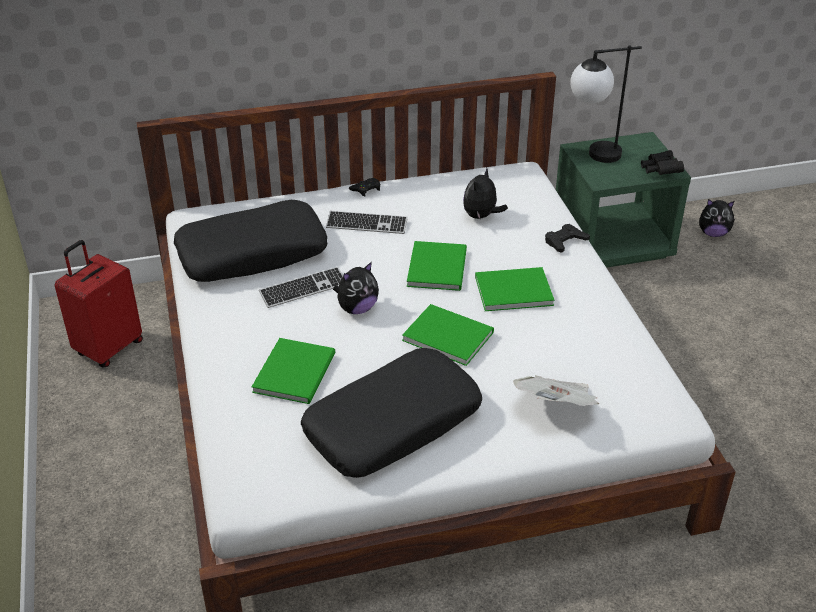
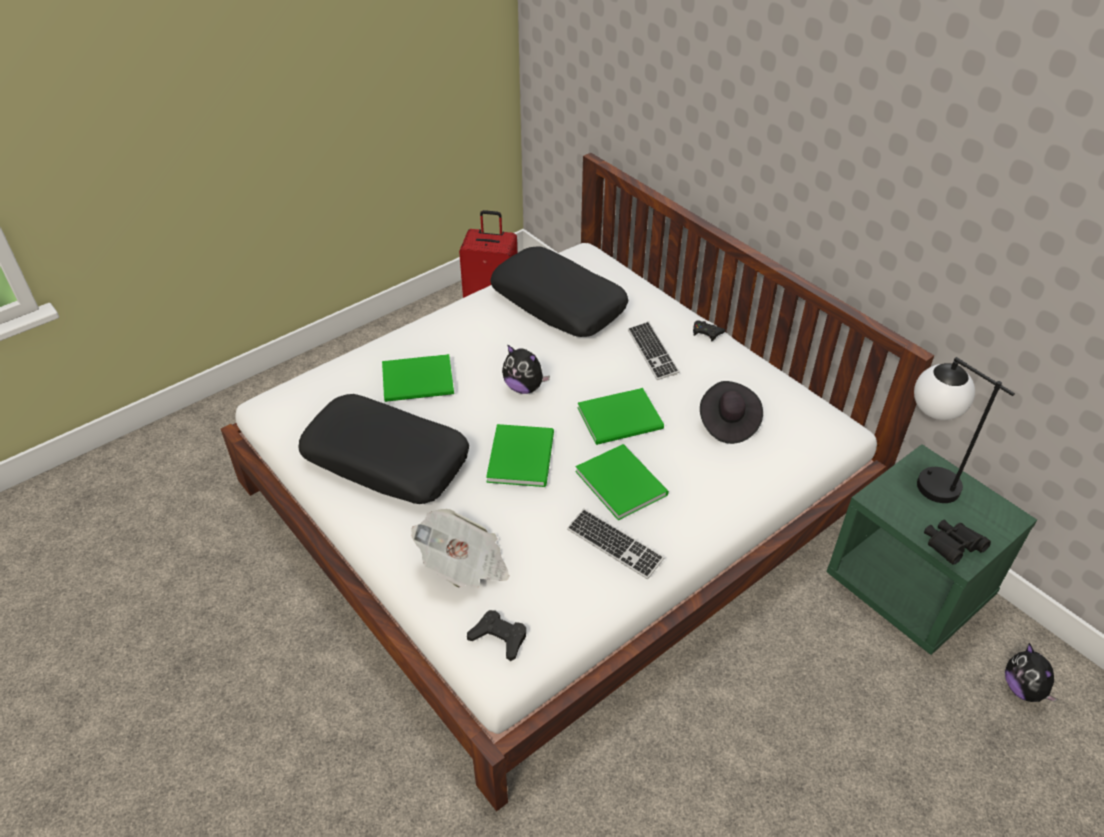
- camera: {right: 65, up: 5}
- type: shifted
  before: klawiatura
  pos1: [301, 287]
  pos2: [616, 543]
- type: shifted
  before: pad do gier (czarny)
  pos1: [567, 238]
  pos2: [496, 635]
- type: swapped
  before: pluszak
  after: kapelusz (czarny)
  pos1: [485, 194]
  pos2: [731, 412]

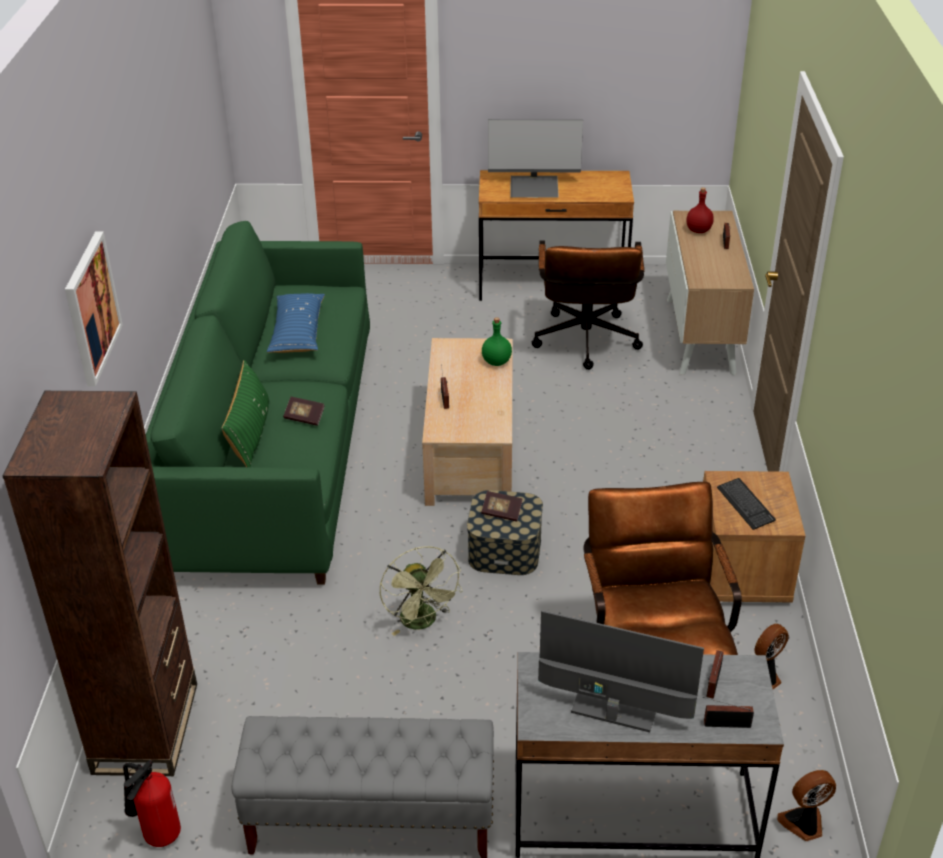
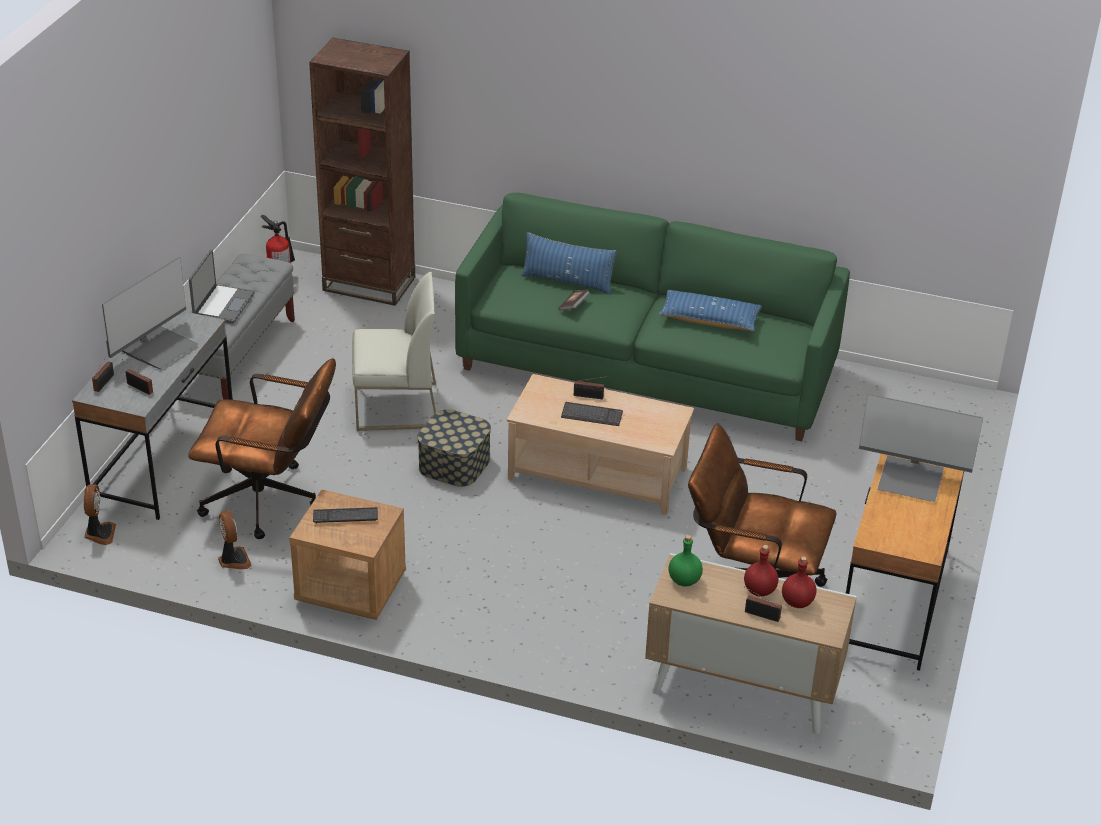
- camera: {right: 105, up: 0}
- type: gone
  before: obraz
  pos1: [94, 308]
- type: gone
  before: książka
  pos1: [502, 506]
- type: new
  after: laptop
  pos2: [222, 287]
- type: new
  after: klawiatura
  pos2: [592, 414]
- type: new
  after: butelka (czerwony)
  pos2: [761, 571]
- type: shifted
  before: butelka (zielony)
  pos1: [497, 341]
  pos2: [685, 561]
- type: swapped
  before: wentylator (zielony)
  after: krzesło (biały)
  pos1: [421, 591]
  pos2: [394, 351]
- type: repainted
  before: poduszka (zielony)
  after: poduszka (niebieski)
  pos1: [245, 413]
  pos2: [569, 263]
- type: rotated
  before: monitor
  pos1: [535, 158]
  pos2: [921, 448]
  turn: -90

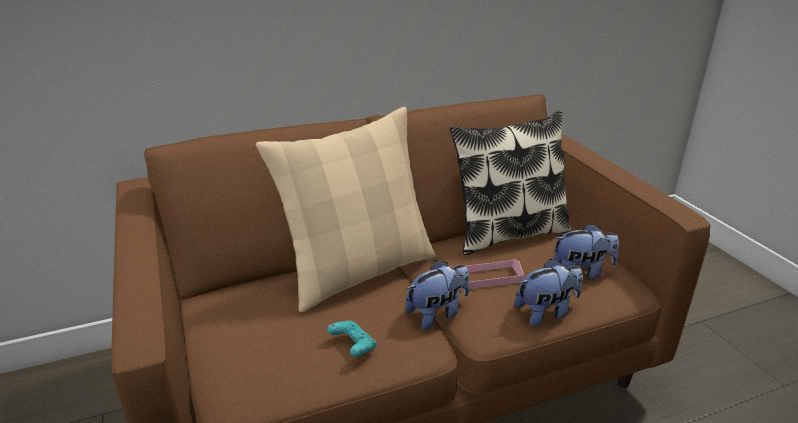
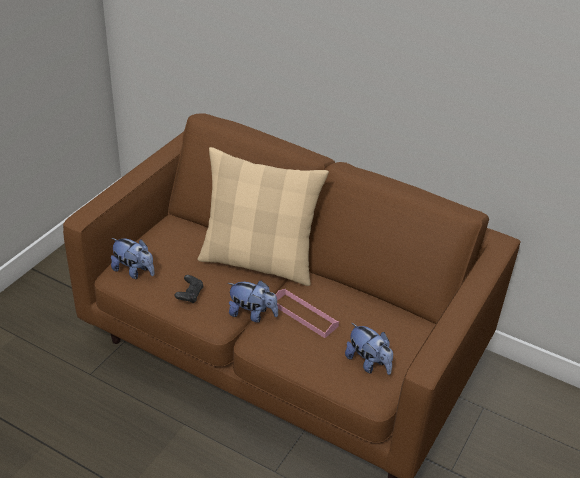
- camera: {right: 50, up: 10}
- type: gone
  before: poduszka
  pos1: [511, 182]
- type: shifted
  before: pluszak
  pos1: [548, 292]
  pos2: [132, 258]
- type: repainted
  before: pad do gier (turkusowy)
  after: pad do gier (czarny)
  pos1: [352, 338]
  pos2: [189, 289]

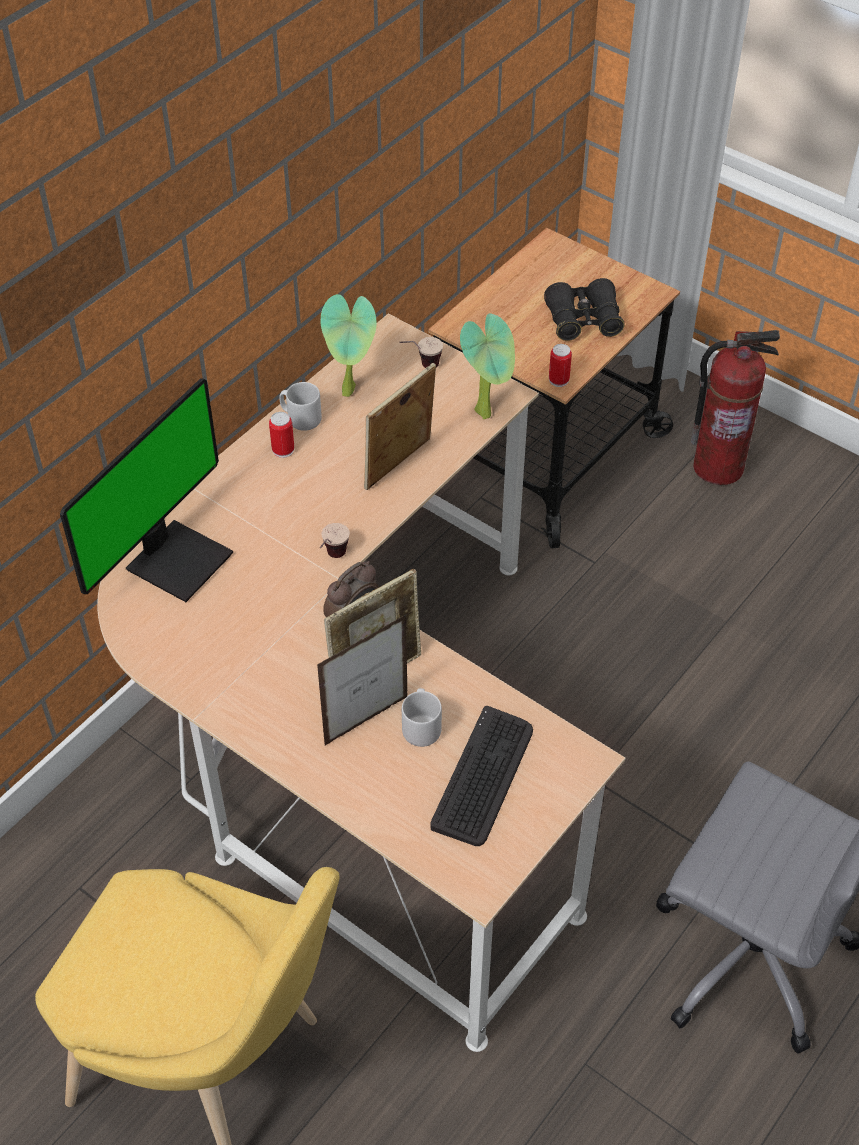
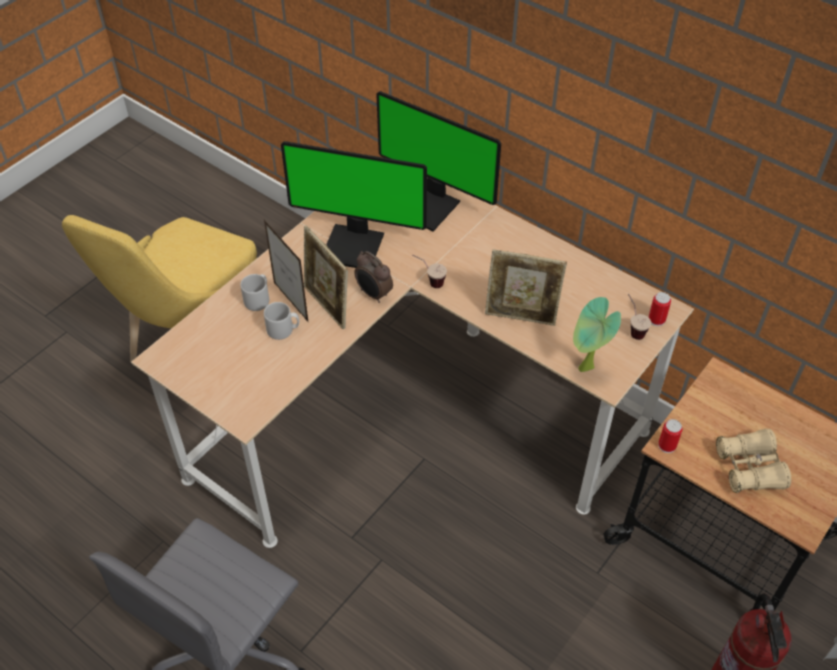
- camera: {right: 90, up: 0}
- type: gone
  before: roślina doniczkowa
  pos1: [348, 345]
- type: gone
  before: klawiatura
  pos1: [481, 776]
- type: new
  after: monitor
  pos2: [354, 204]
- type: shifted
  before: puszka
  pos1: [281, 435]
  pos2: [660, 309]
- type: shifted
  before: kubek (szary)
  pos1: [301, 406]
  pos2: [254, 292]
- type: repainted
  before: lornetka (czarny)
  after: lornetka (beżowy)
  pos1: [584, 309]
  pos2: [753, 461]
- type: rotated
  before: ramka na zdjęcie
  pos1: [400, 426]
  pos2: [526, 287]
  turn: 150

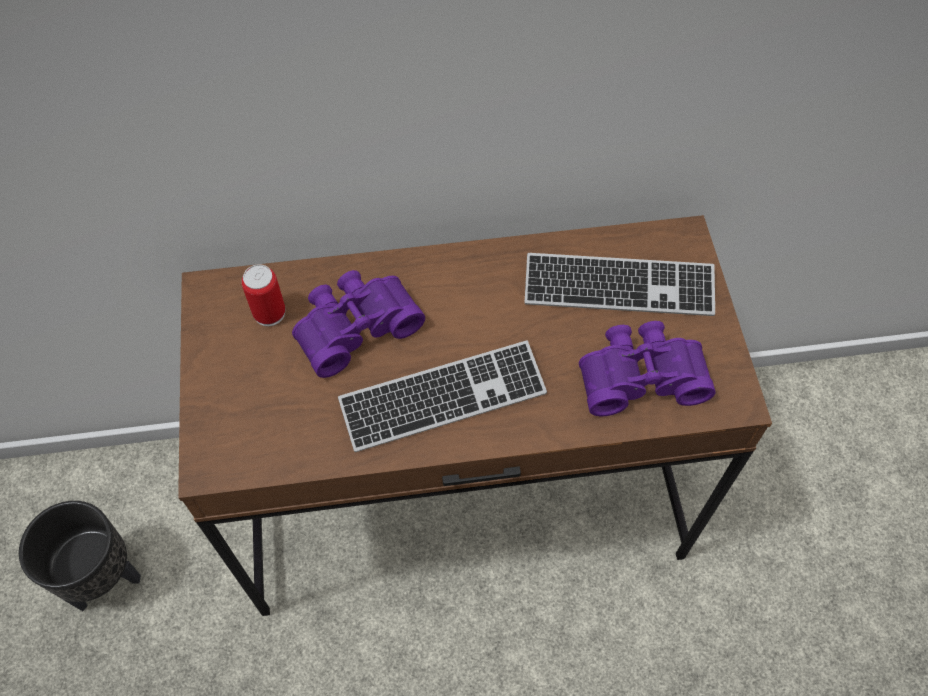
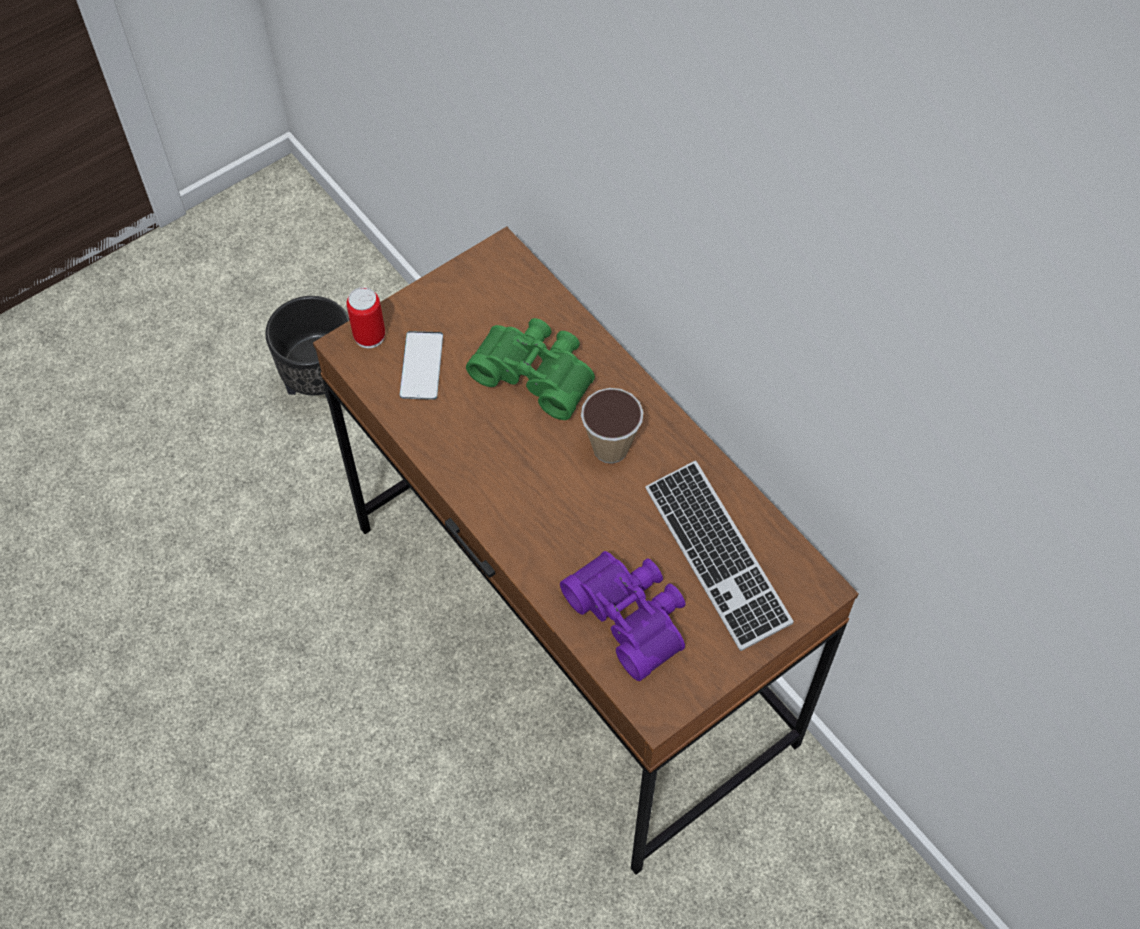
- camera: {right: 60, up: 0}
- type: gone
  before: klawiatura
  pos1: [442, 396]
- type: new
  after: telefon
  pos2: [421, 365]
- type: new
  after: filiżanka
  pos2: [612, 426]
- type: shifted
  before: puszka
  pos1: [263, 295]
  pos2: [365, 317]
- type: repainted
  before: lornetka (fioletowy)
  after: lornetka (zielony)
  pos1: [358, 324]
  pos2: [530, 369]

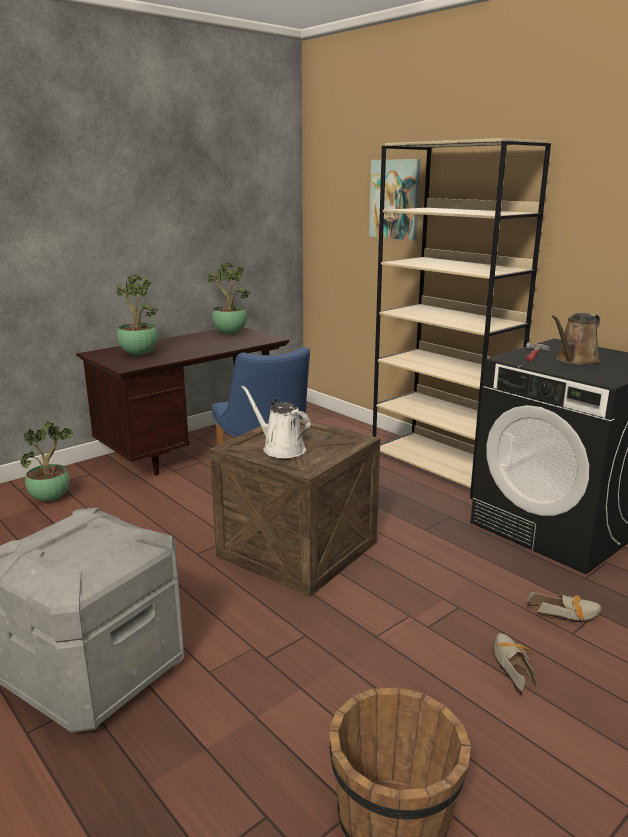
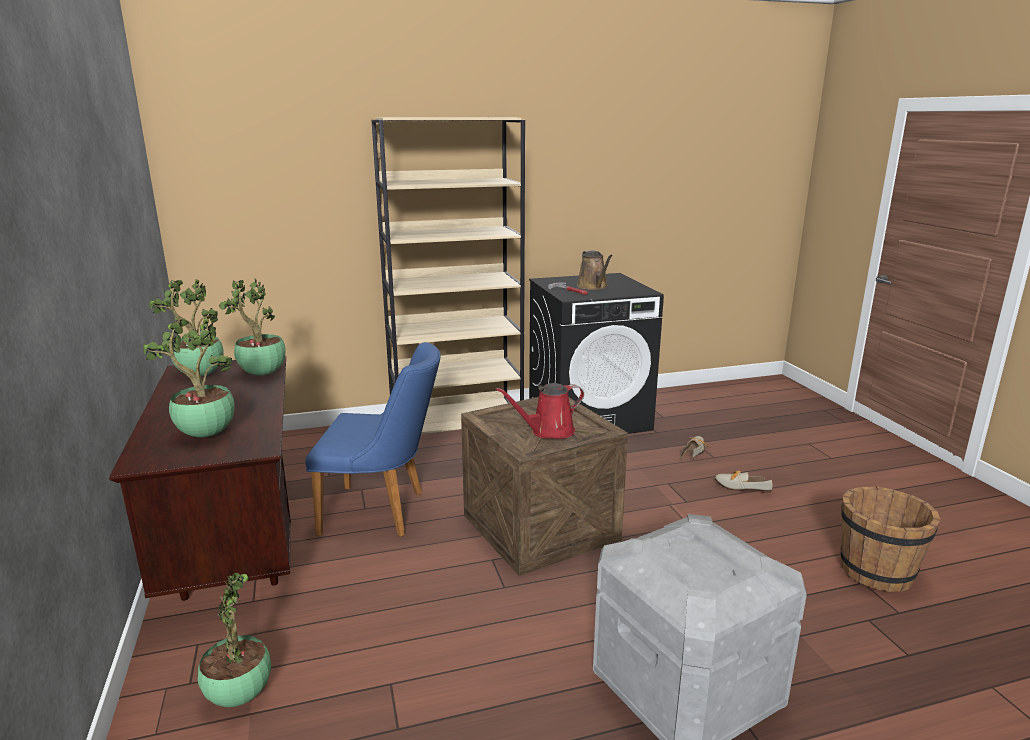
- camera: {right: -65, up: 0}
- type: gone
  before: obraz
  pos1: [395, 200]
- type: new
  after: roślina doniczkowa
  pos2: [252, 326]
- type: repainted
  before: konewka (biały)
  after: konewka (czerwony)
  pos1: [275, 421]
  pos2: [539, 411]

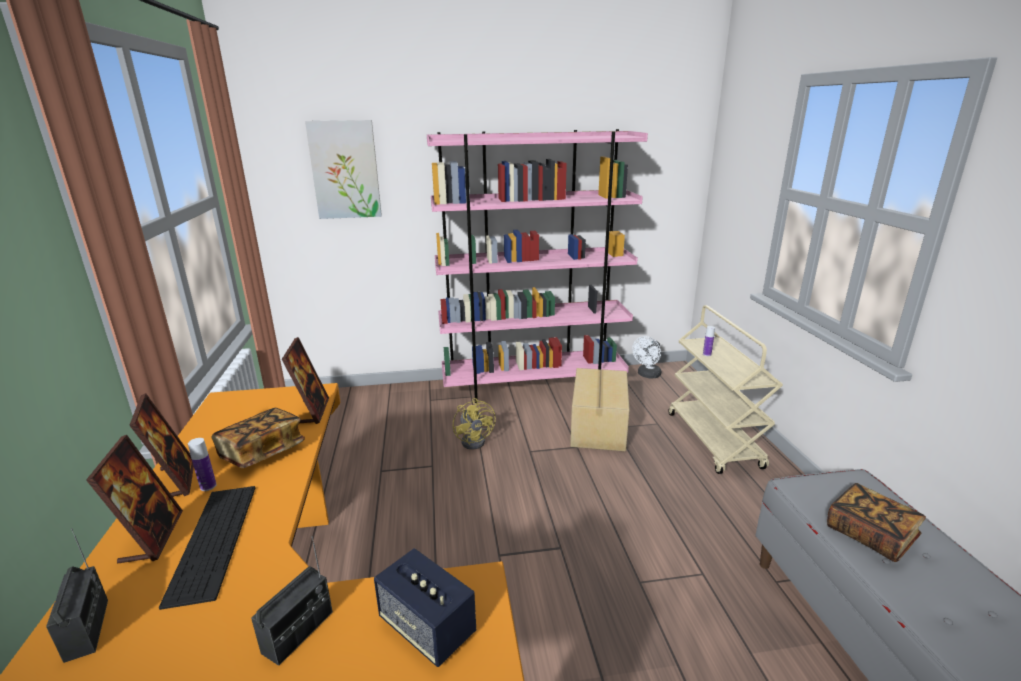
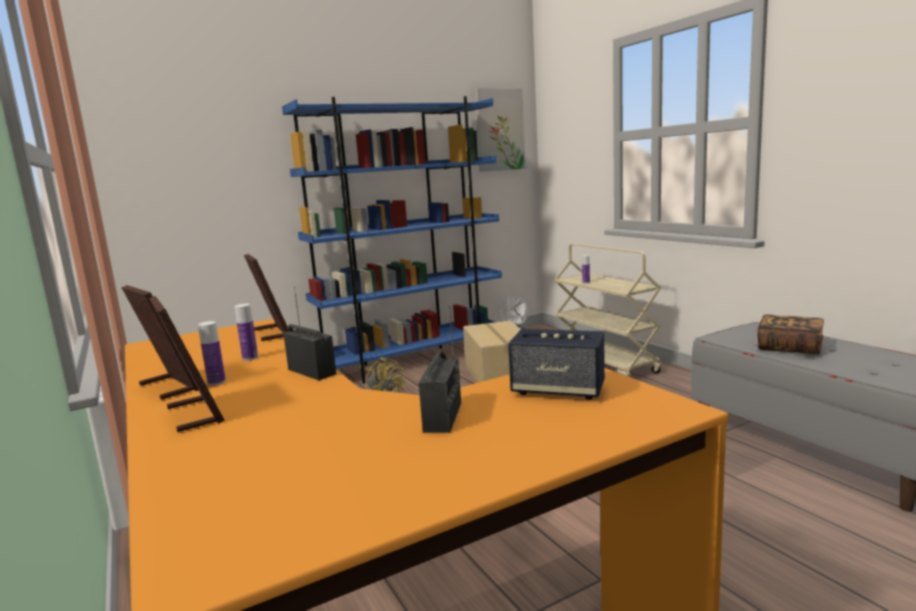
- camera: {right: -20, up: -10}
- type: gone
  before: klawiatura
  pos1: [207, 548]
- type: shifted
  before: radio
  pos1: [77, 595]
  pos2: [309, 333]
- type: shifted
  before: obraz
  pos1: [343, 169]
  pos2: [500, 130]
- type: swapped
  before: książka
  after: butelka
  pos1: [258, 438]
  pos2: [246, 332]
- type: repainted
  before: regał (różowy)
  after: regał (niebieski)
  pos1: [537, 266]
  pos2: [392, 240]

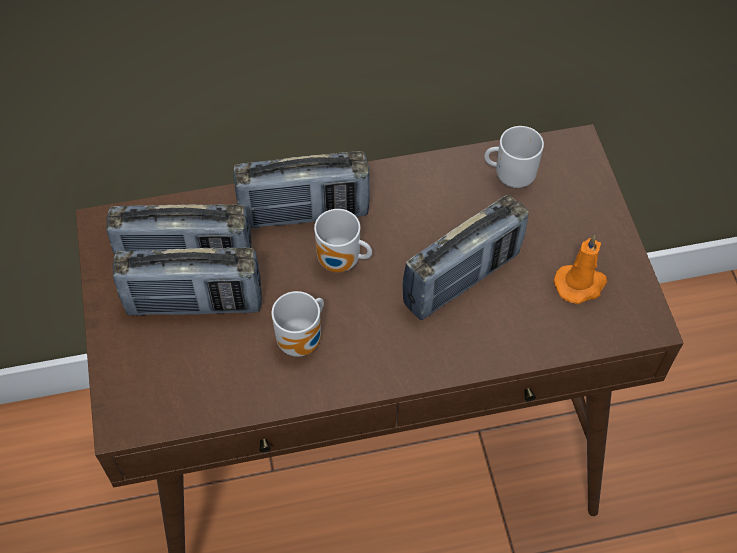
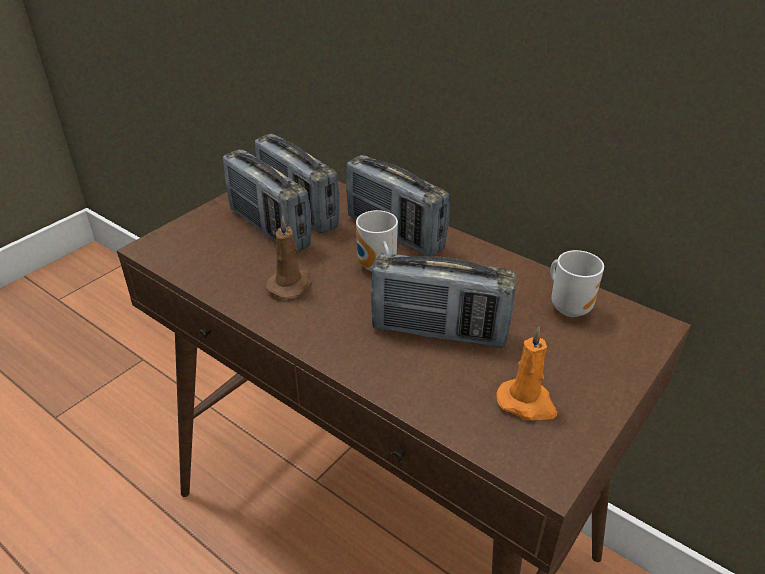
- camera: {right: 50, up: -20}
- type: swapped
  before: kubek
  after: świeca (brązowy)
  pos1: [298, 324]
  pos2: [289, 258]

